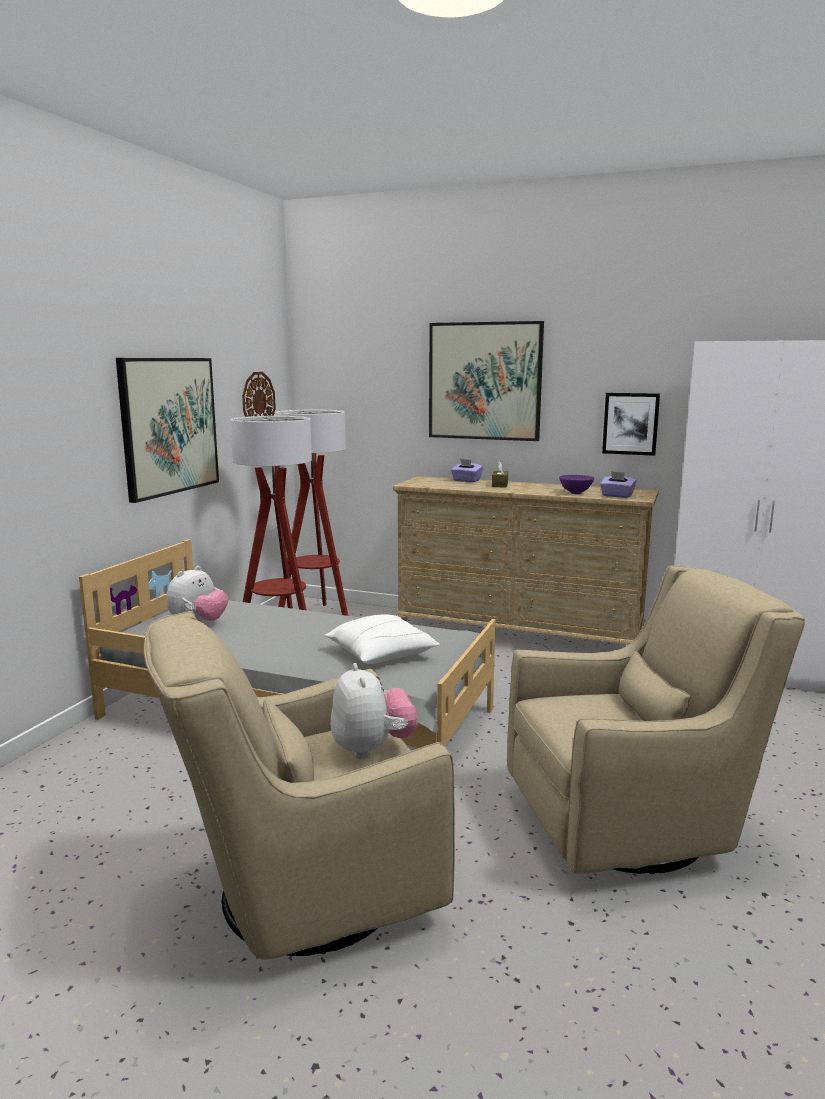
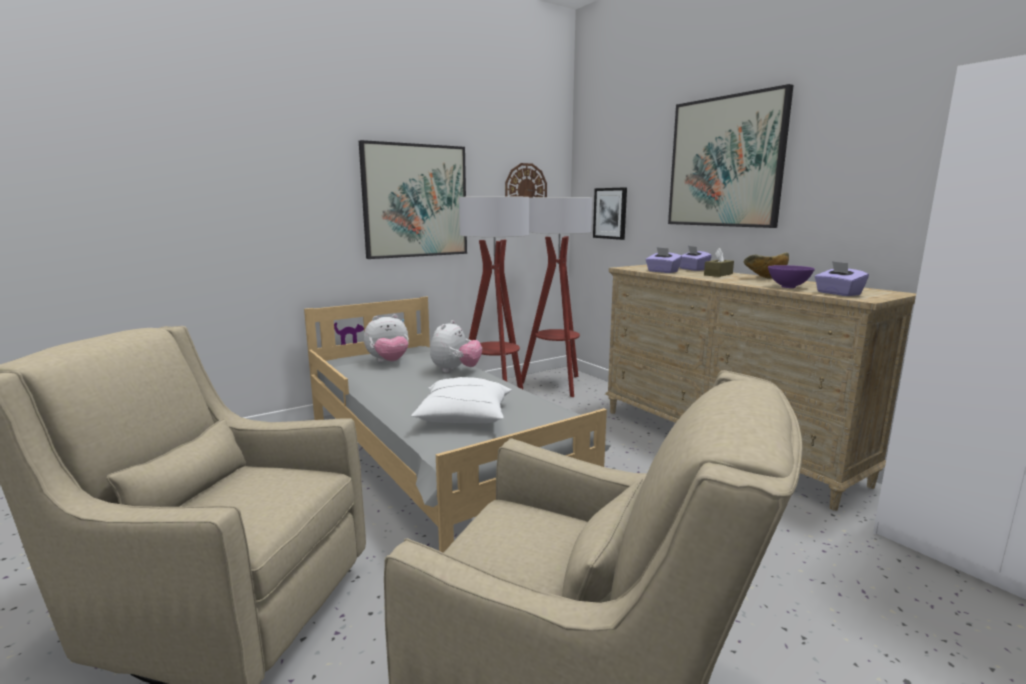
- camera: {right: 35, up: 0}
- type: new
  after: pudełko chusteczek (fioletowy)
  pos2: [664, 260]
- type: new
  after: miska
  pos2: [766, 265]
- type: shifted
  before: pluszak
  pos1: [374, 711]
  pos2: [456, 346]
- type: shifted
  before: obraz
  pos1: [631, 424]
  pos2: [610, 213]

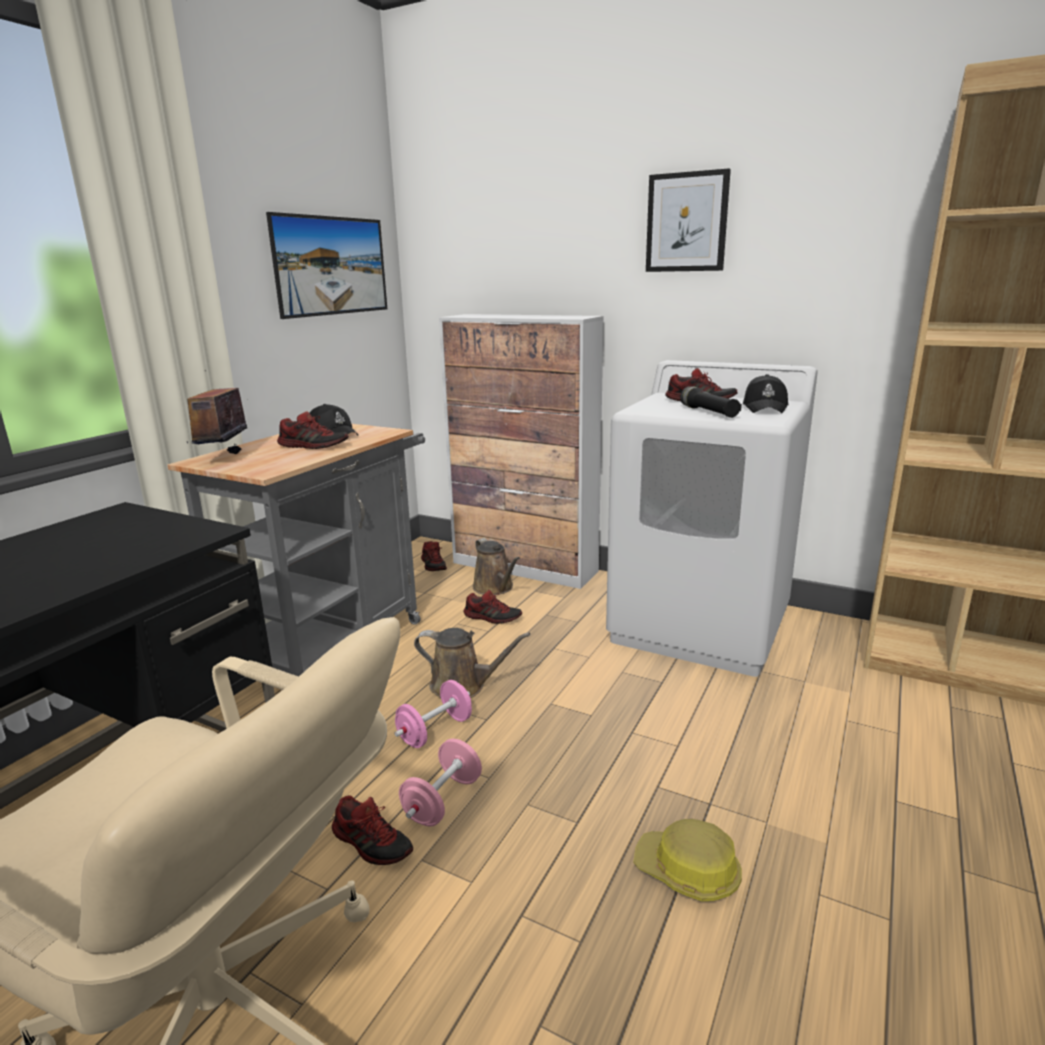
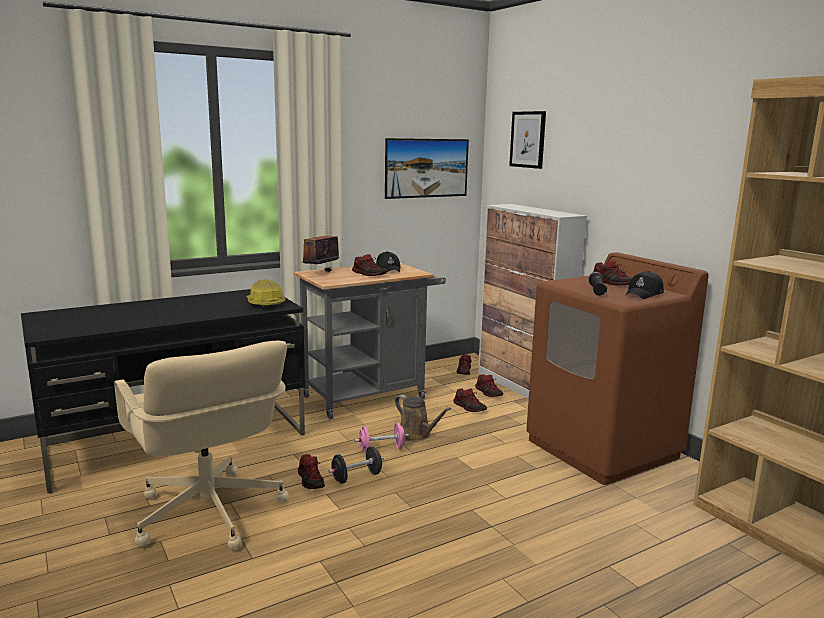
- camera: {right: 30, up: -5}
- type: shifted
  before: kask
  pos1: [687, 860]
  pos2: [266, 294]
- type: shifted
  before: obraz
  pos1: [688, 220]
  pos2: [527, 140]
- type: swapped
  before: konewka (brązowy)
  after: but
  pos1: [496, 566]
  pos2: [489, 386]
- type: repainted
  before: hantel (różowy)
  after: hantel (czarny)
  pos1: [440, 782]
  pos2: [356, 465]
- type: repainted
  before: pralka (biały)
  after: pralka (brązowy)
  pos1: [712, 518]
  pos2: [617, 368]

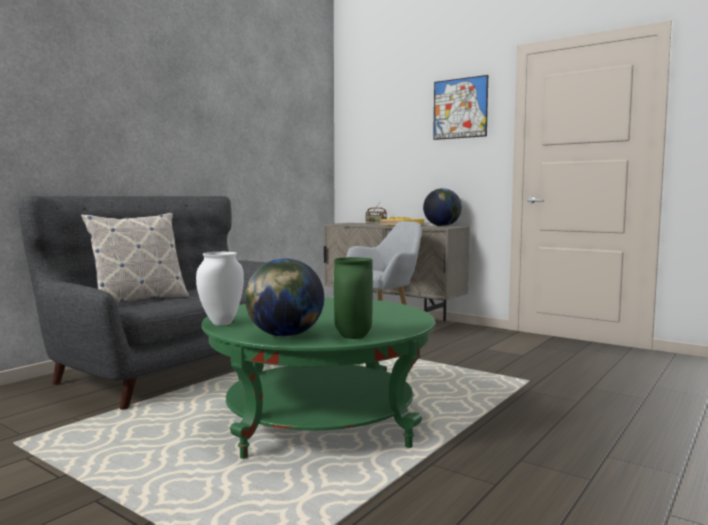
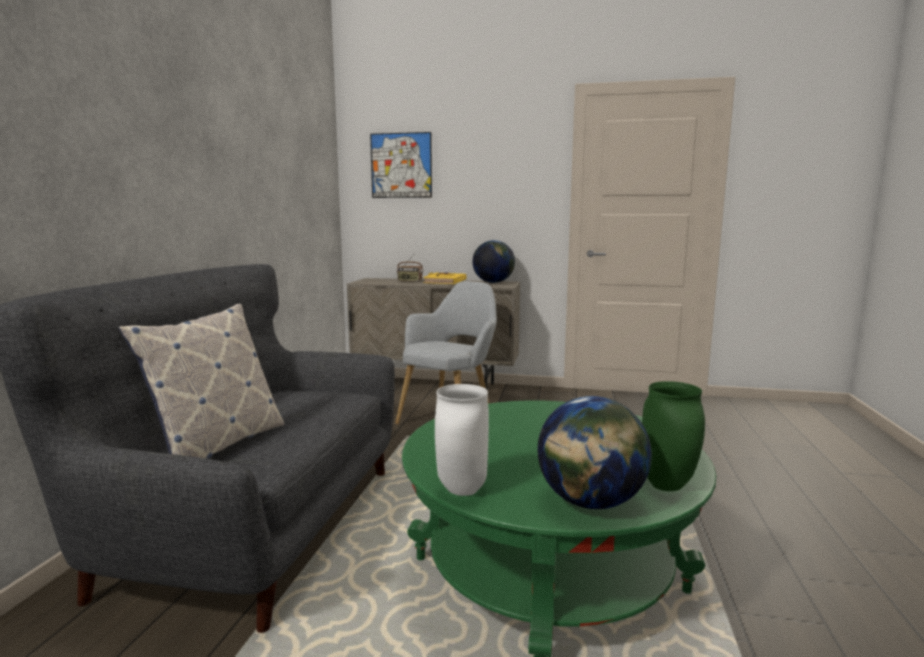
- camera: {right: -25, up: 5}
- type: shifted
  before: obraz
  pos1: [460, 107]
  pos2: [401, 165]

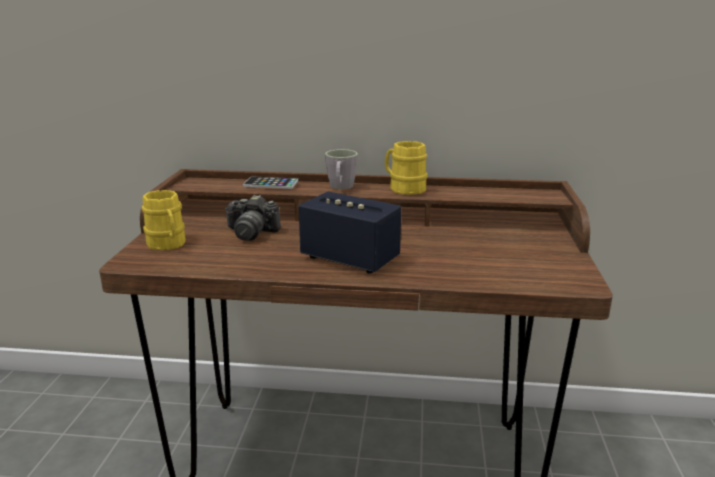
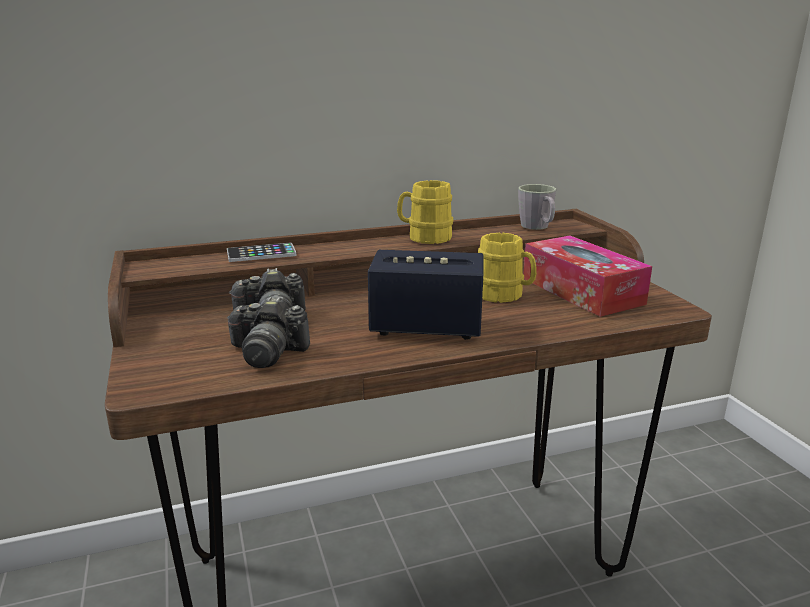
- camera: {right: -25, up: 0}
- type: new
  after: aparat fotograficzny
  pos2: [268, 332]
- type: new
  after: pudełko chusteczek
  pos2: [587, 276]
- type: shifted
  before: kubek (żółty)
  pos1: [164, 220]
  pos2: [507, 268]
- type: shifted
  before: kubek (szary)
  pos1: [341, 169]
  pos2: [537, 207]

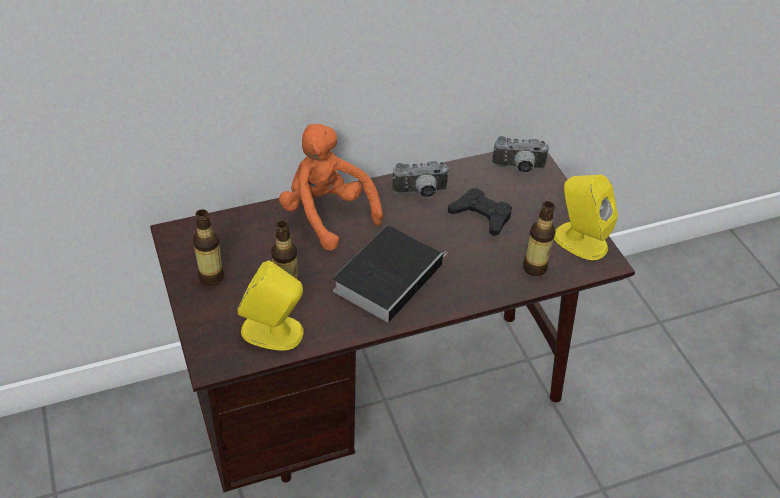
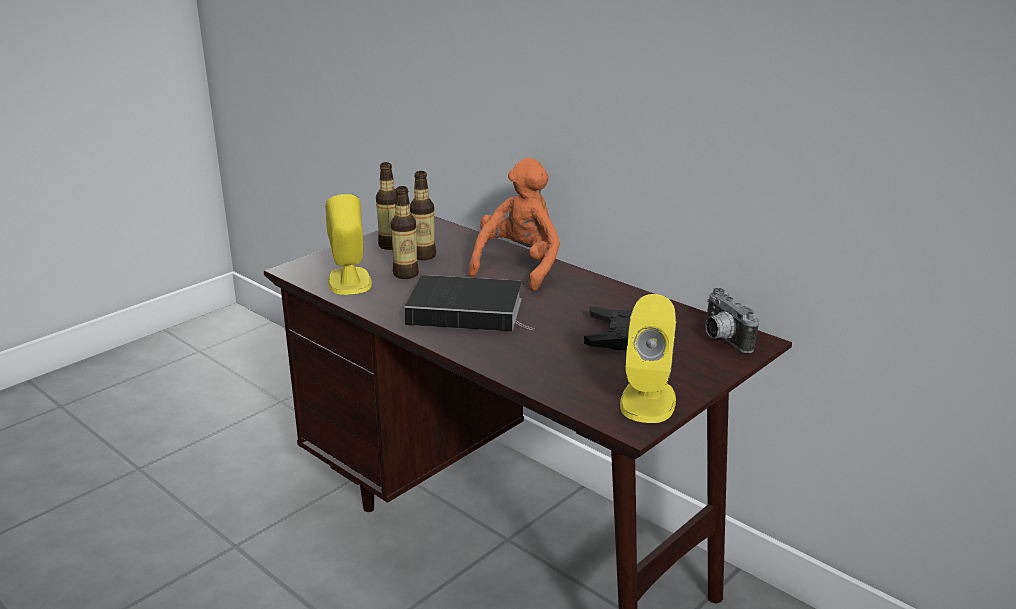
- camera: {right: 65, up: -20}
- type: gone
  before: aparat fotograficzny
  pos1: [420, 179]
- type: shifted
  before: butelka
  pos1: [539, 238]
  pos2: [423, 215]

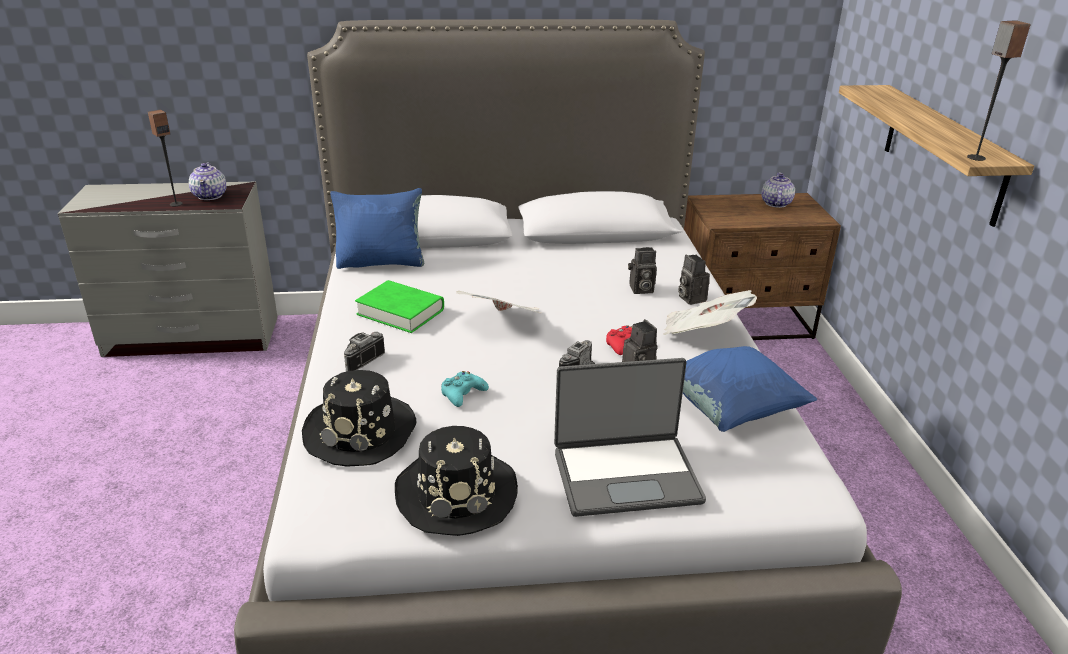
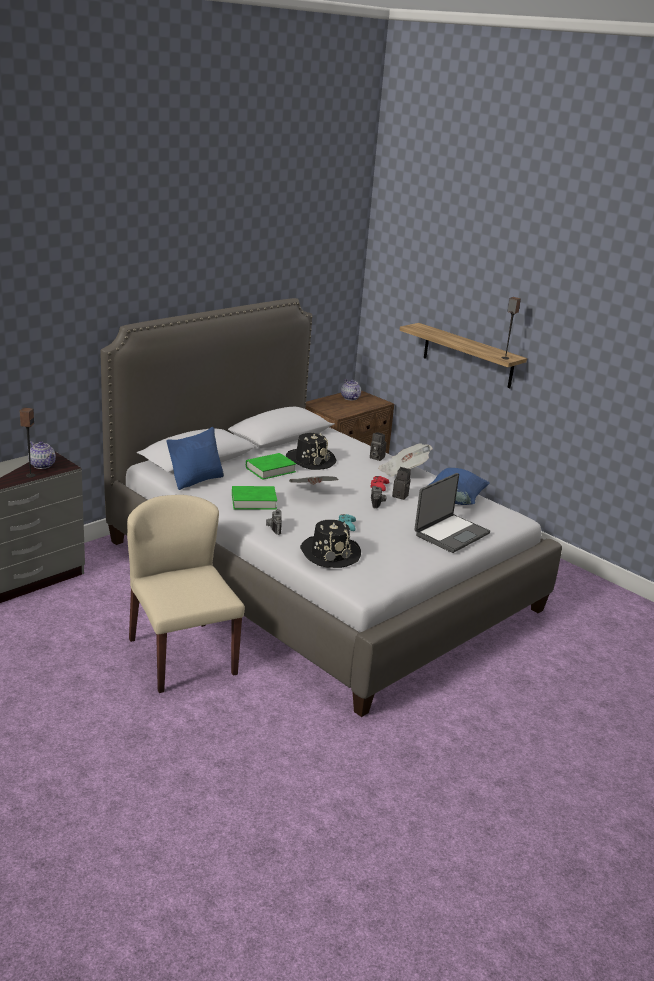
- camera: {right: -40, up: -5}
- type: gone
  before: aparat fotograficzny
  pos1: [642, 270]
- type: new
  after: krzesło (beżowy)
  pos2: [186, 594]
- type: new
  after: książka (zielony)
  pos2: [271, 466]
- type: shifted
  before: kapelusz (czarny)
  pos1: [456, 481]
  pos2: [311, 451]

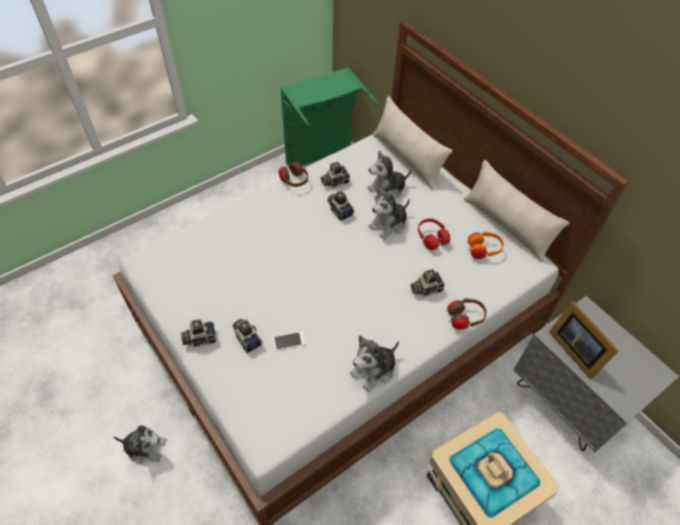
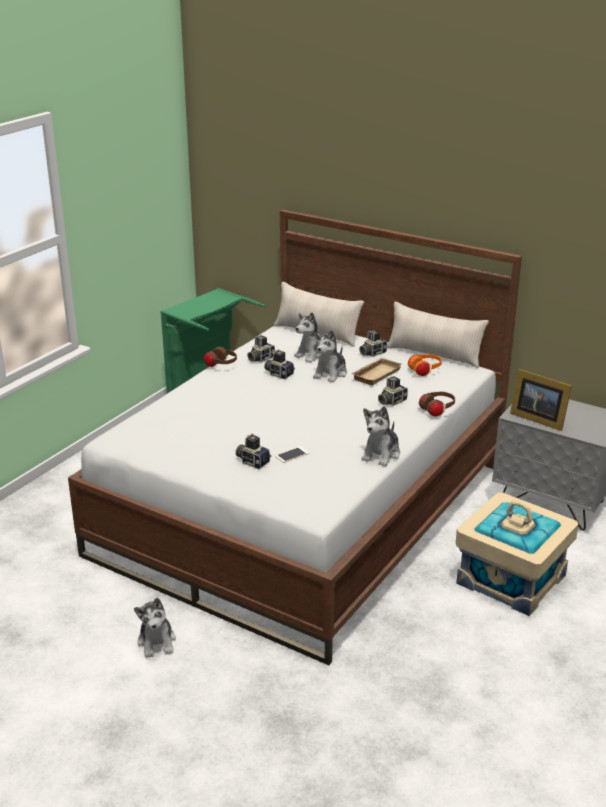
- camera: {right: -20, up: -25}
- type: shifted
  before: aparat fotograficzny
  pos1: [198, 333]
  pos2: [373, 343]
- type: swapped
  before: słuchawki (czerwony)
  after: taca (beżowy)
  pos1: [434, 234]
  pos2: [376, 371]
- type: rotated
  before: pluszak
  pos1: [140, 444]
  pos2: [155, 628]
  turn: 90

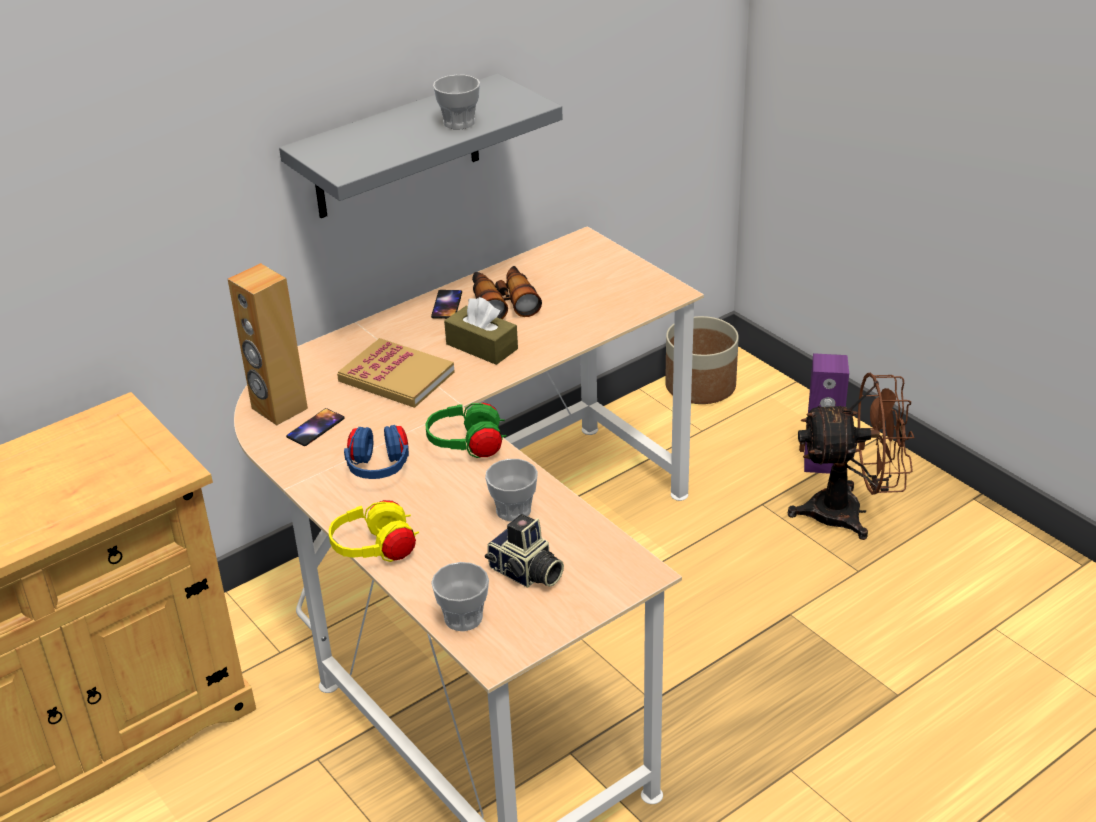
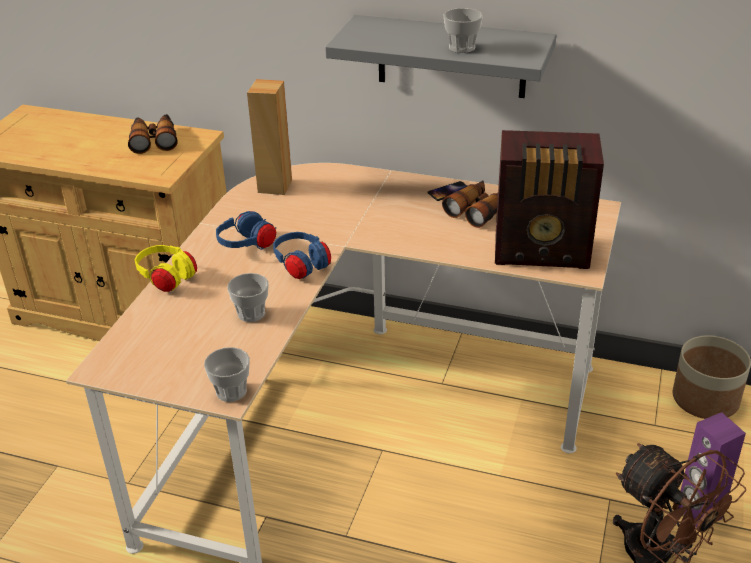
- camera: {right: 55, up: 0}
- type: gone
  before: telefon
  pos1: [315, 427]
- type: gone
  before: książka
  pos1: [396, 373]
- type: gone
  before: pudełko chusteczek (brązowy)
  pos1: [481, 331]
- type: gone
  before: aparat fotograficzny
  pos1: [524, 551]
- type: new
  after: lornetka
  pos2: [153, 134]
- type: new
  after: radio
  pos2: [549, 199]
- type: shifted
  before: filiżanka
  pos1: [460, 596]
  pos2: [227, 374]
- type: repainted
  before: słuchawki (zielony)
  after: słuchawki (niebieski)
  pos1: [466, 430]
  pos2: [302, 255]

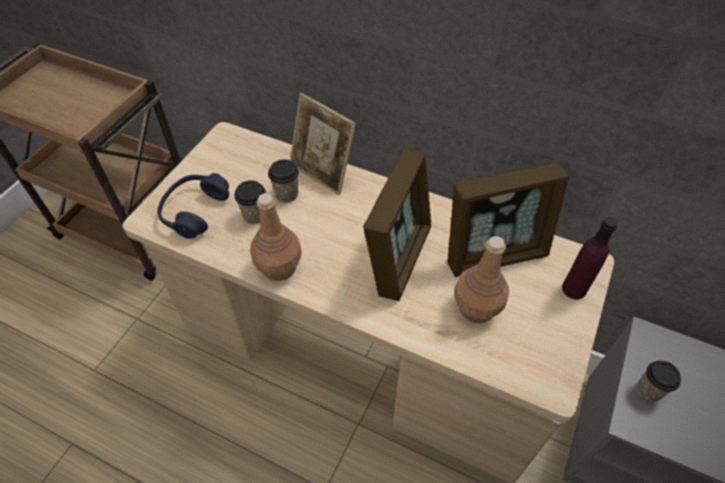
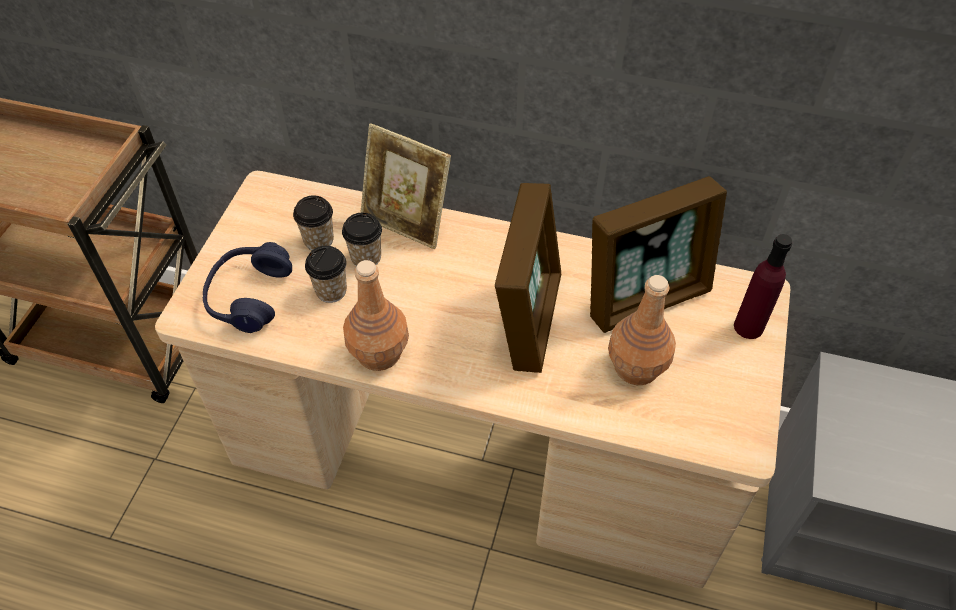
- camera: {right: -10, up: 0}
- type: shifted
  before: filiżanka
  pos1: [659, 381]
  pos2: [313, 222]

